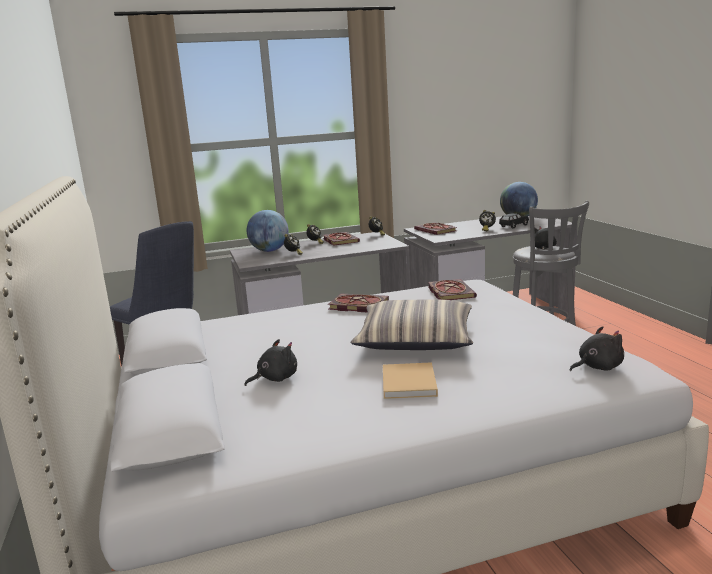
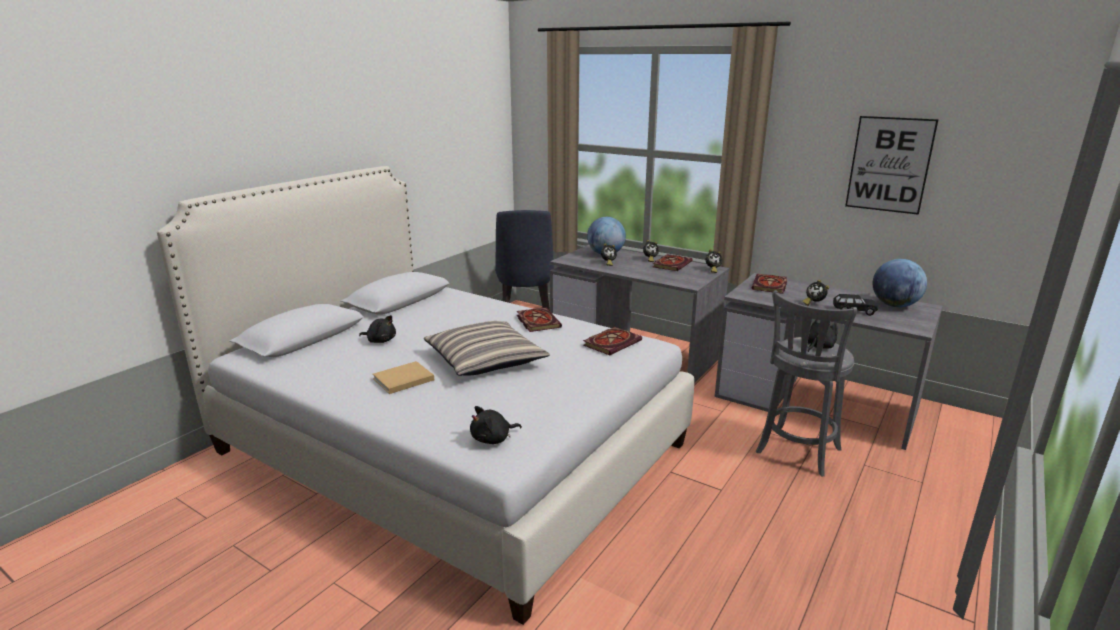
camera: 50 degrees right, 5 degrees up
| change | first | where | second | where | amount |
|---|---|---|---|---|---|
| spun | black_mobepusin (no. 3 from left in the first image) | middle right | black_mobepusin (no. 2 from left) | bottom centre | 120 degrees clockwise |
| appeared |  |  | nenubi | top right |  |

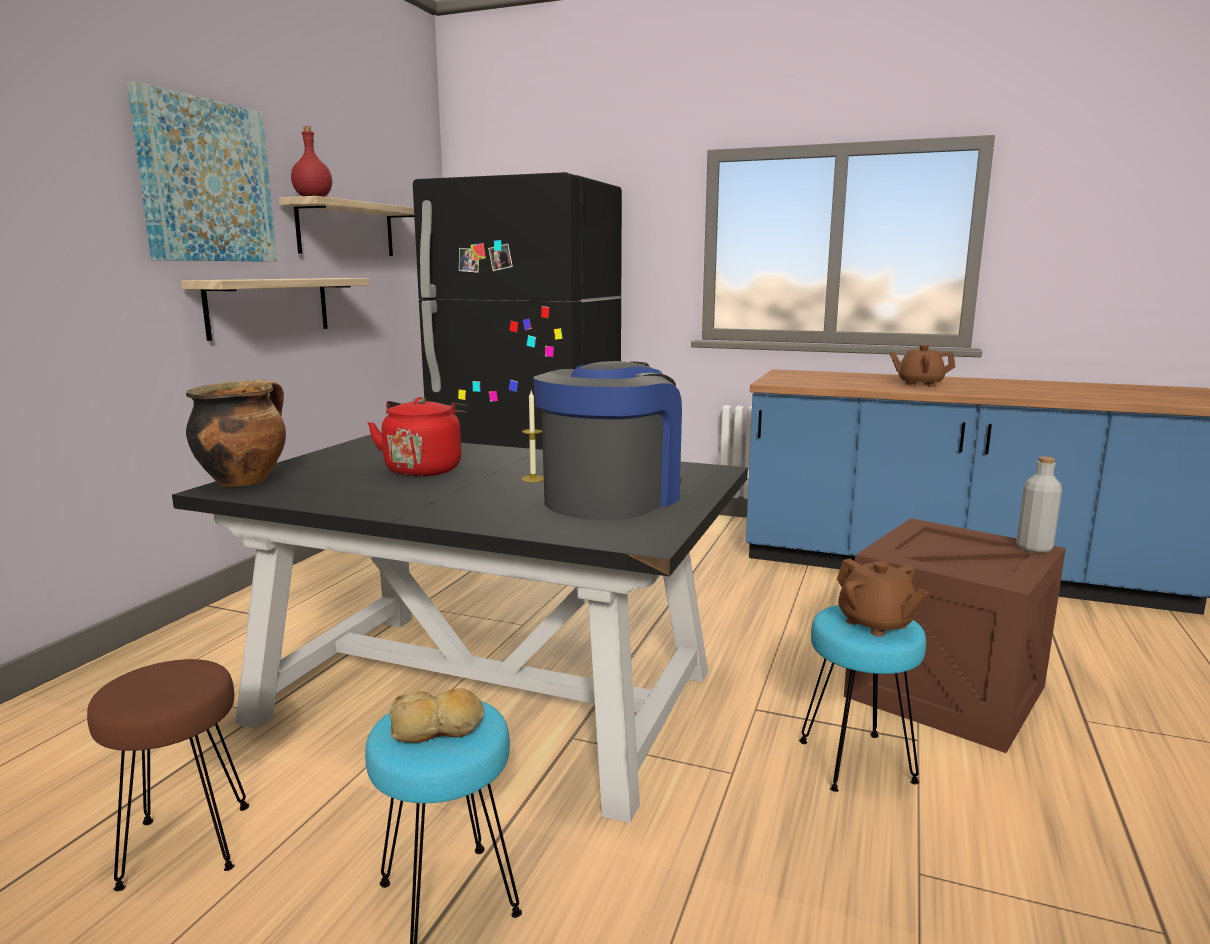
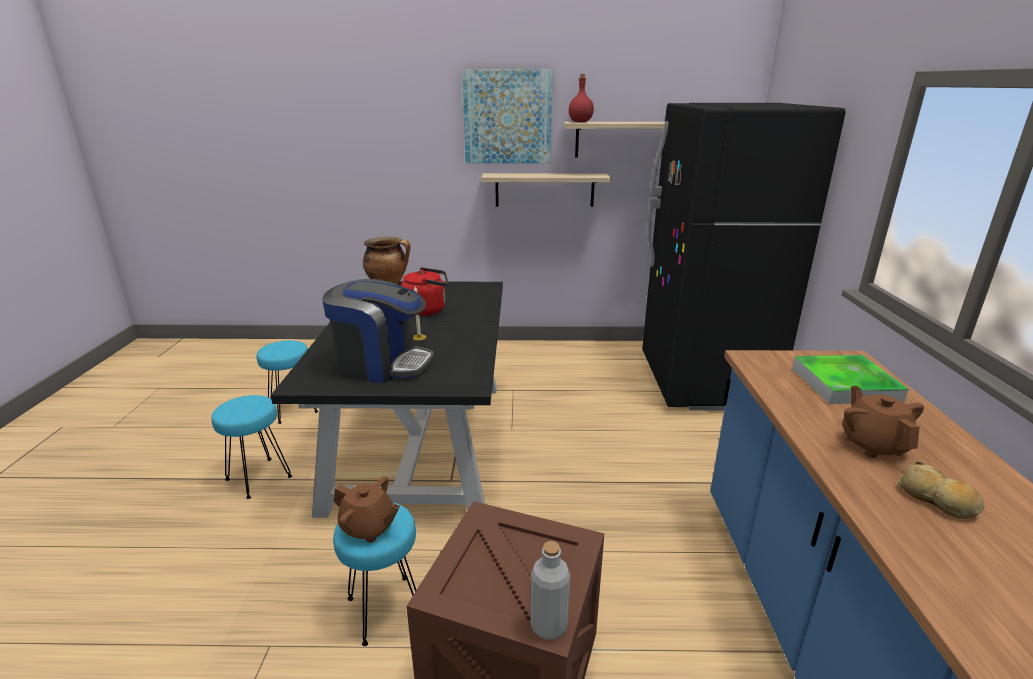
camera: 70 degrees right, 10 degrees up
| change | first | where | second | where | amount |
|---|---|---|---|---|---|
| spun | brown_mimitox (no. 1 from left) | middle right |  | bottom centre | 105 degrees counterclockwise |
| colour | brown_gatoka | bottom left | turquoise_gatoka (no. 2 from left) | middle left |  |
| relocated | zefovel | bottom centre |  | bottom right |  |
| appeared |  |  | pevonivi | middle right |  |

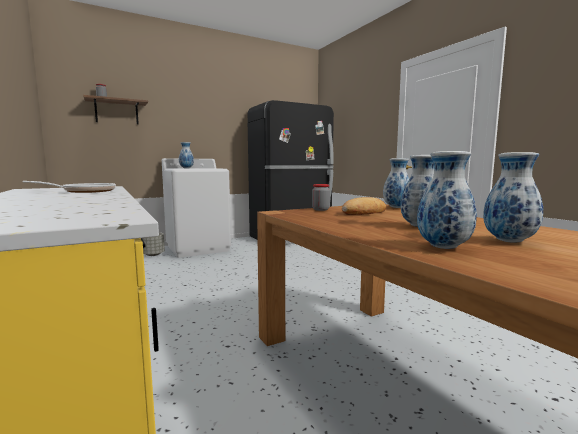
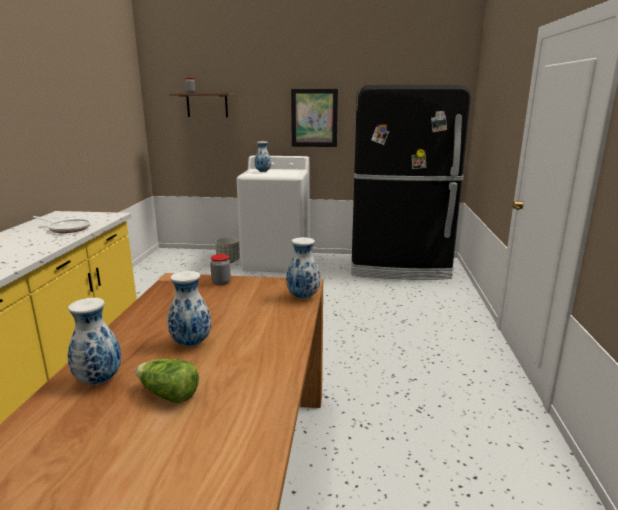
camera: 35 degrees right, 10 degrees up
| change | first | where | second | where | amount |
|---|---|---|---|---|---|
| exchanged | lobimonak (no. 5 from left) | middle right | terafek | bottom left |  |
| missing | zefovel | centre |  |  |  |
| appeared |  |  | nenubi | top centre |  |

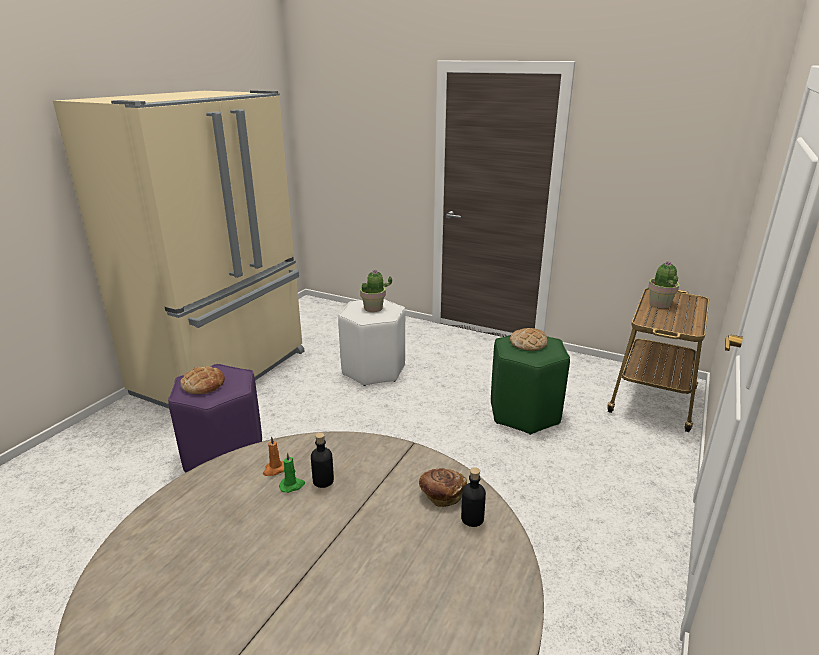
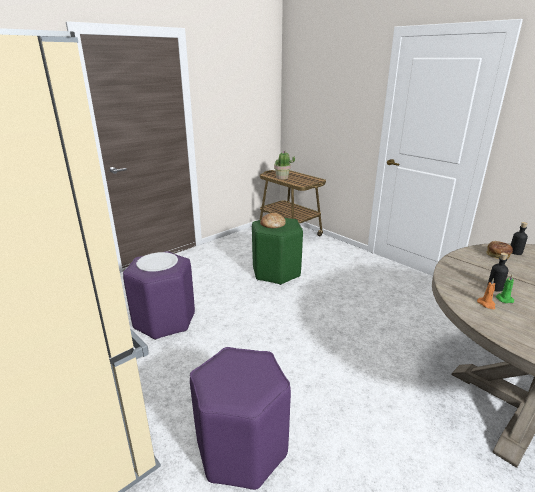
camera: 70 degrees left, 0 degrees up
| change | first | where | second | where | amount |
|---|---|---|---|---|---|
| exchanged | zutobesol (no. 1 from left) | centre | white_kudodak | middle left |  |
| colour | white_gatoka | centre | purple_gatoka (no. 1 from left) | middle left |  |
| missing | zefovel (no. 1 from left) | middle left |  |  |  |

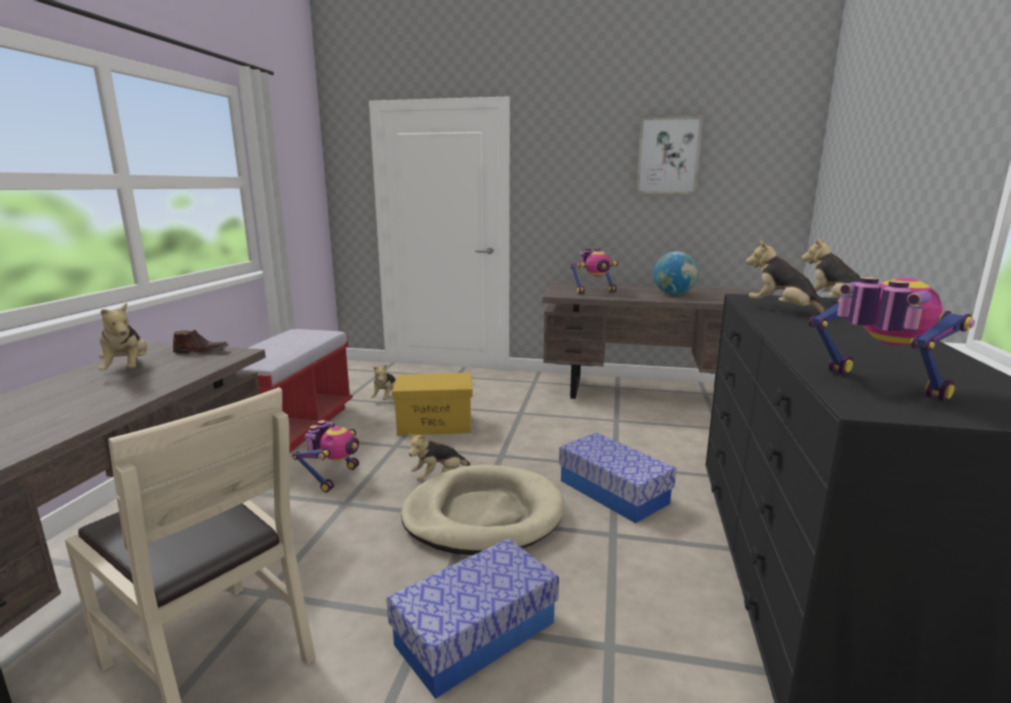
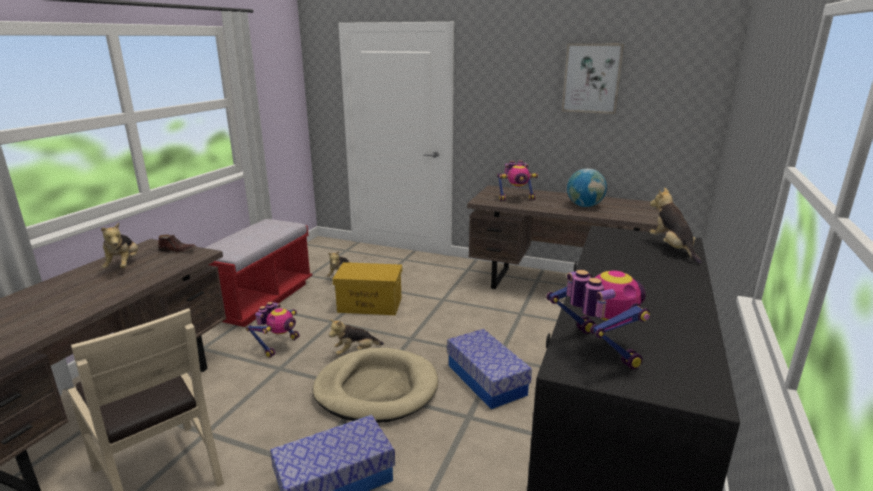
camera: 10 degrees right, 5 degrees up
| change | first | where | second | where | amount |
|---|---|---|---|---|---|
| missing | mobepusin (no. 4 from left) | middle right |  |  |  |

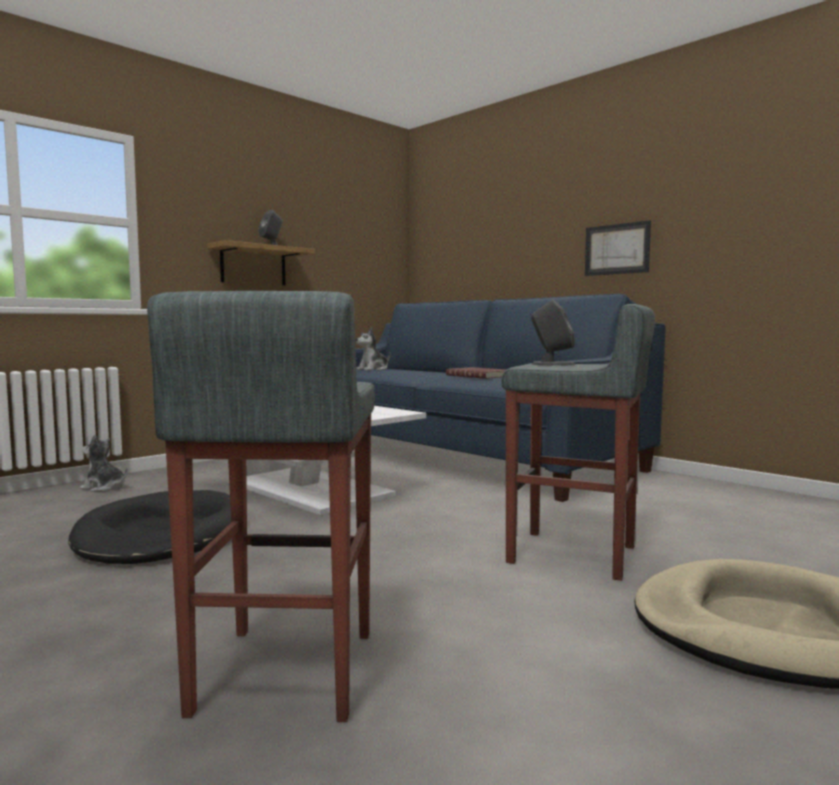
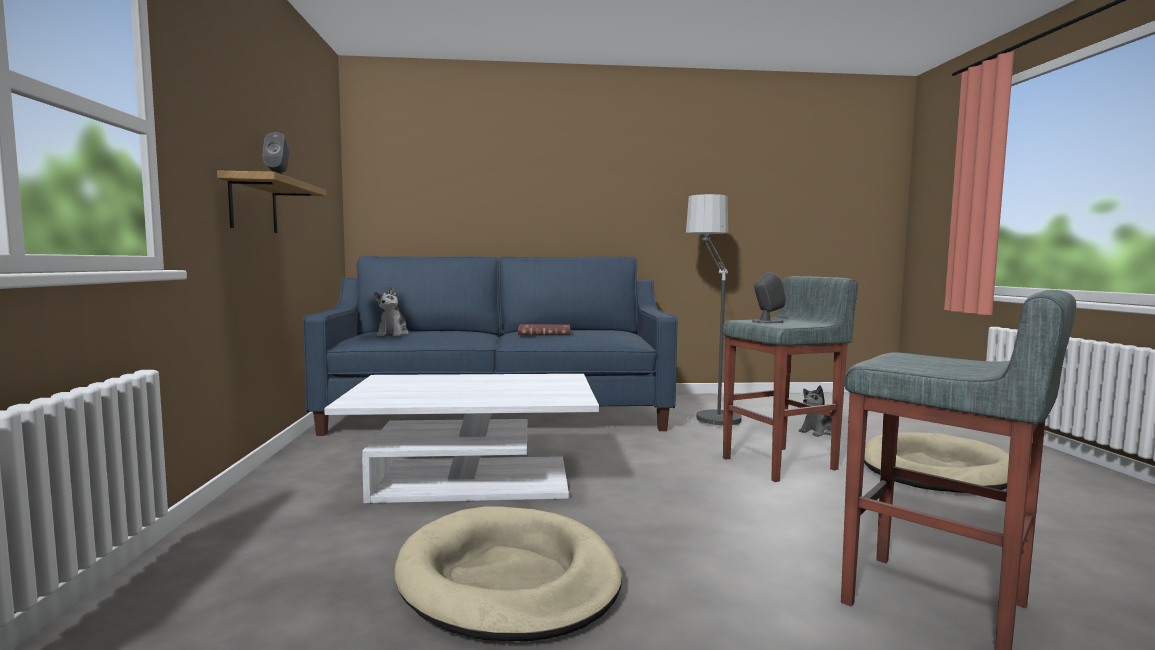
camera: 50 degrees left, 0 degrees up
| change | first | where | second | where | amount |
|---|---|---|---|---|---|
| missing | nenubi | top right |  |  |  |
| relocated | mobepusin (no. 1 from left in the first image) | middle left | mobepusin (no. 2 from left) | middle right |  |
| colour | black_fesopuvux | bottom left | beige_fesopuvux (no. 1 from left) | bottom centre |  |
| appeared |  |  | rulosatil | centre |  |

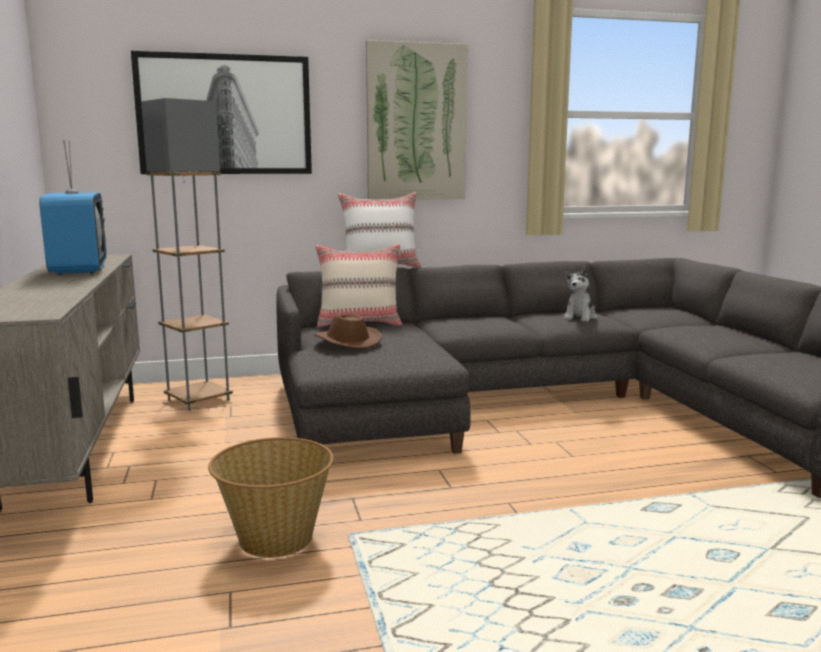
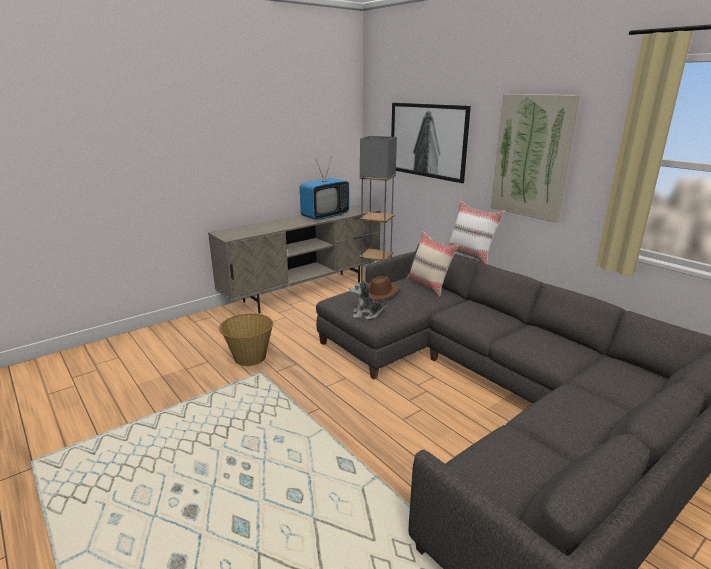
camera: 65 degrees right, 10 degrees up
| change | first | where | second | where | amount |
|---|---|---|---|---|---|
| relocated | mobepusin | middle right |  | centre |  |

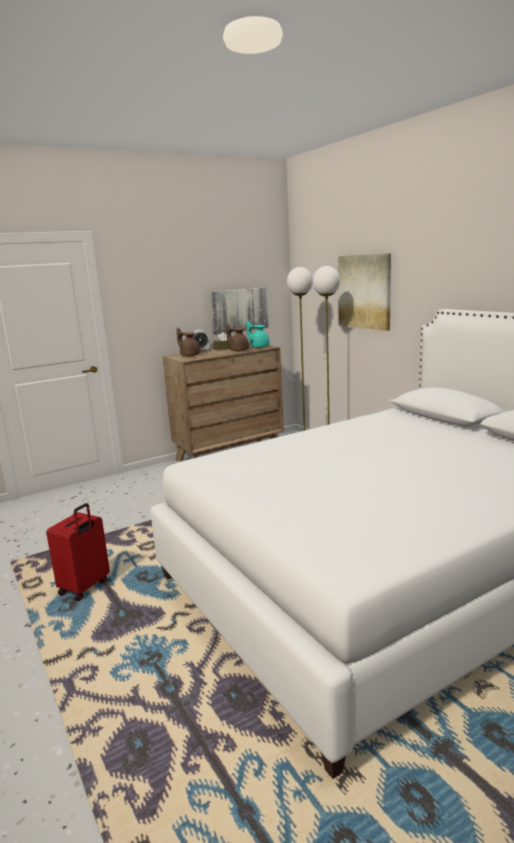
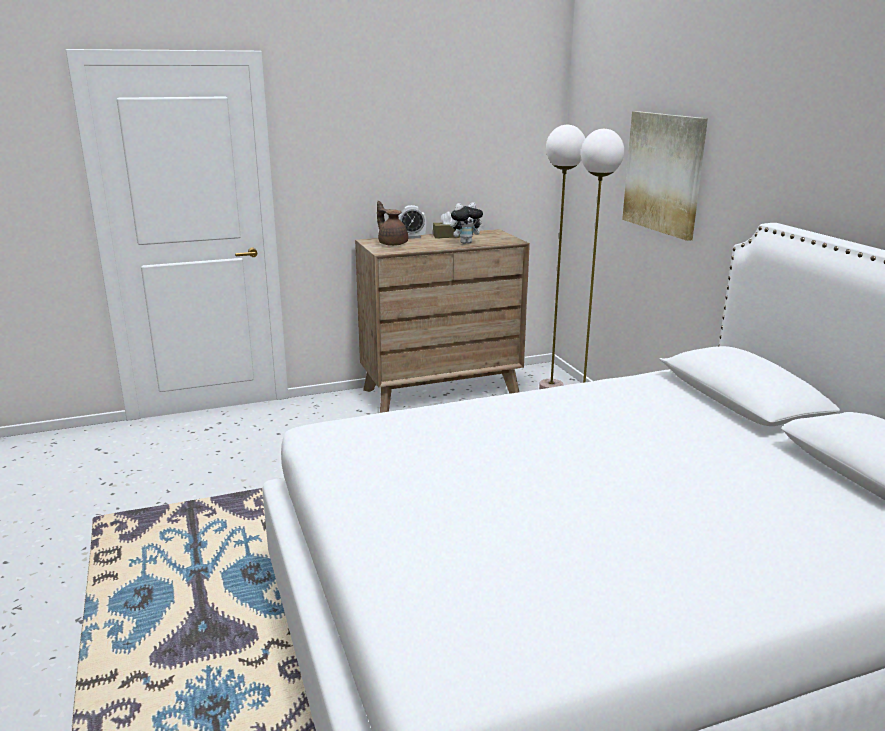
camera: 10 degrees right, 5 degrees up
| change | first | where | second | where | amount |
|---|---|---|---|---|---|
| missing | nenubi (no. 1 from left) | centre |  |  |  |
| missing | turquoise_mimitox | centre |  |  |  |
| exchanged | brown_mimitox (no. 2 from left) | centre | mobepusin | top centre |  |
| missing | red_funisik | middle left |  |  |  |

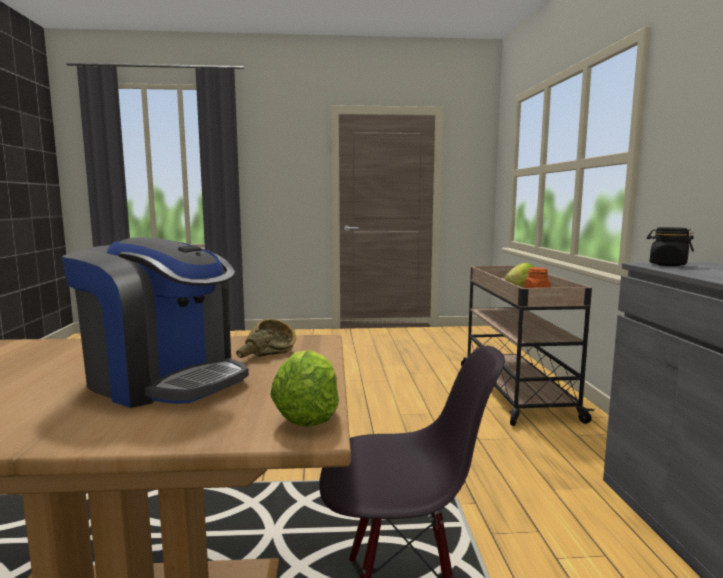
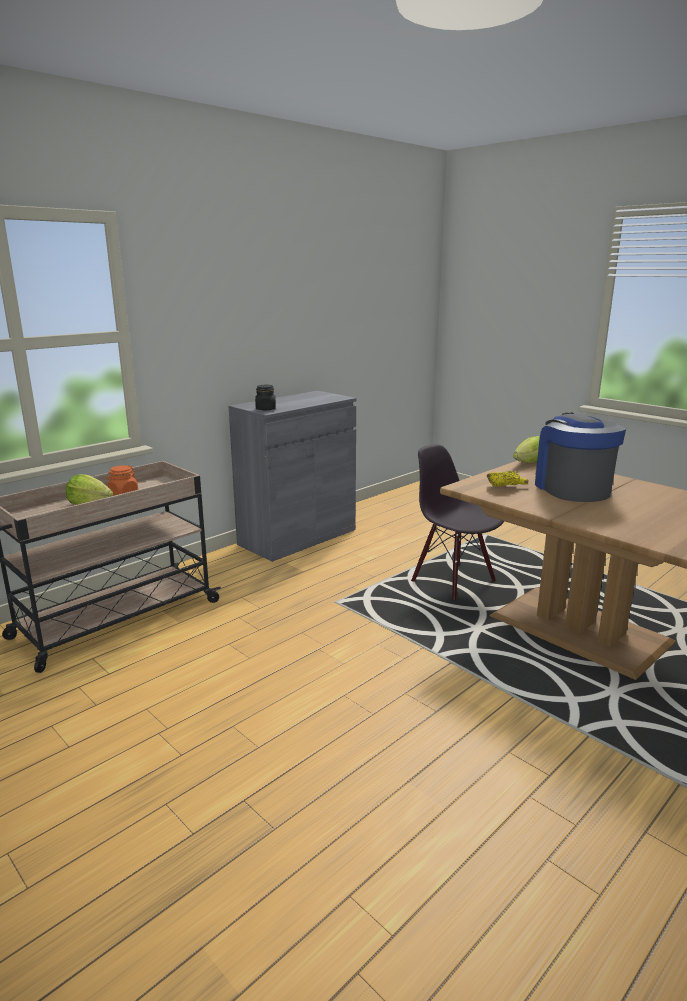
camera: 130 degrees left, 10 degrees up
| change | first | where | second | where | amount |
|---|---|---|---|---|---|
| colour | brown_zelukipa | centre | yellow_zelukipa | middle right |  |

